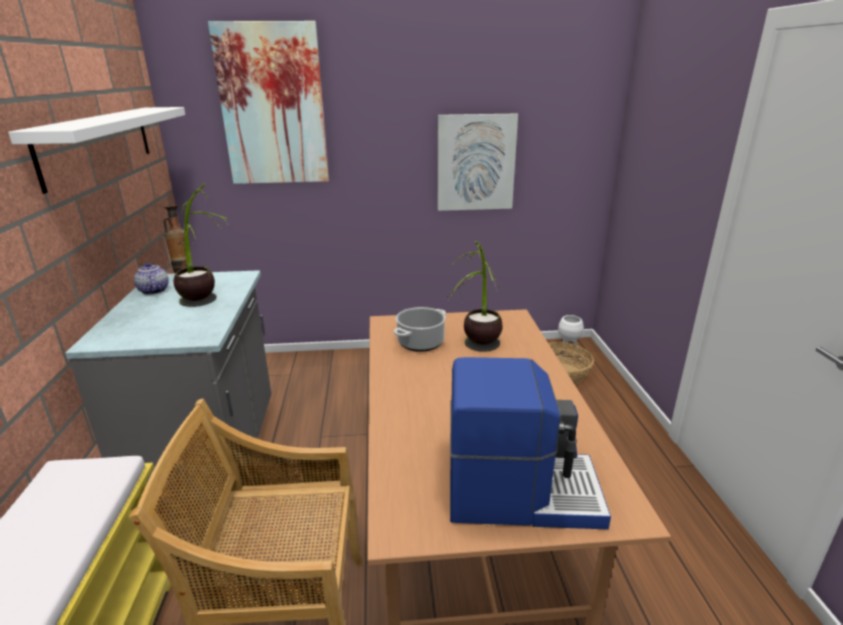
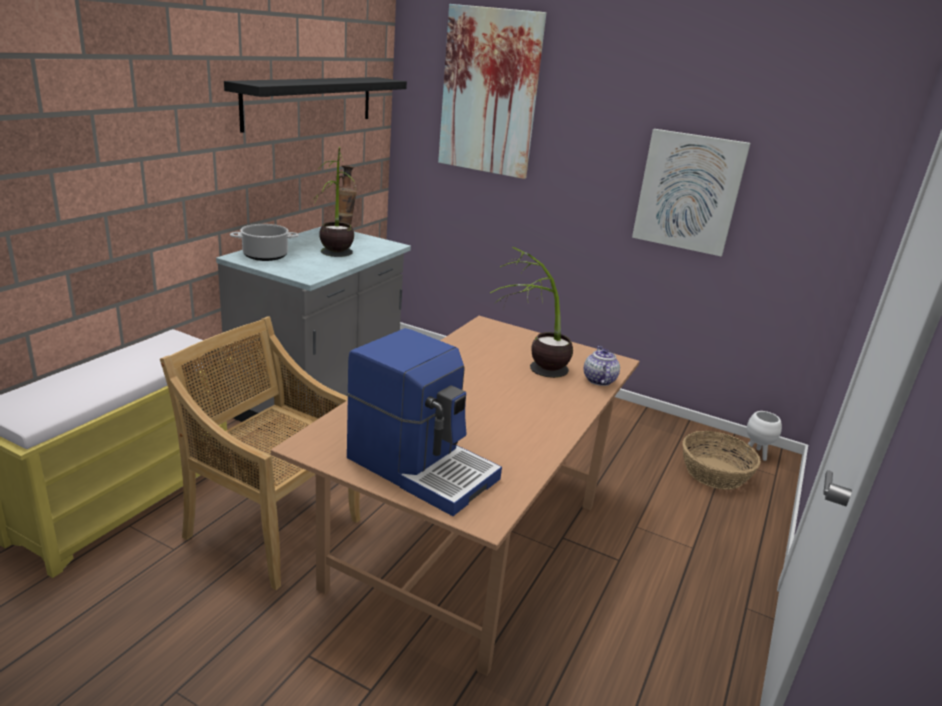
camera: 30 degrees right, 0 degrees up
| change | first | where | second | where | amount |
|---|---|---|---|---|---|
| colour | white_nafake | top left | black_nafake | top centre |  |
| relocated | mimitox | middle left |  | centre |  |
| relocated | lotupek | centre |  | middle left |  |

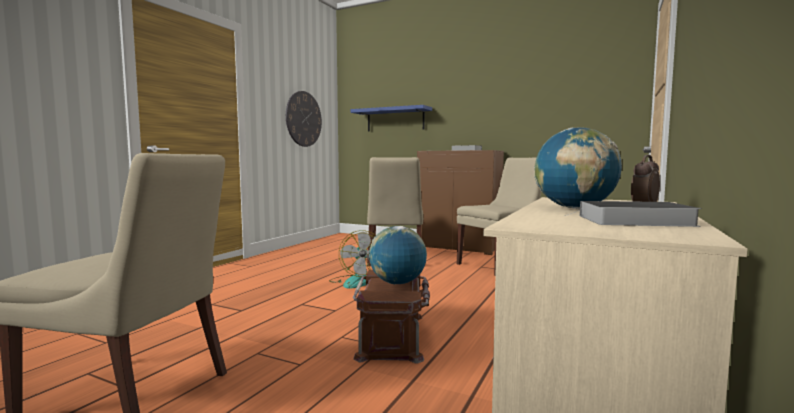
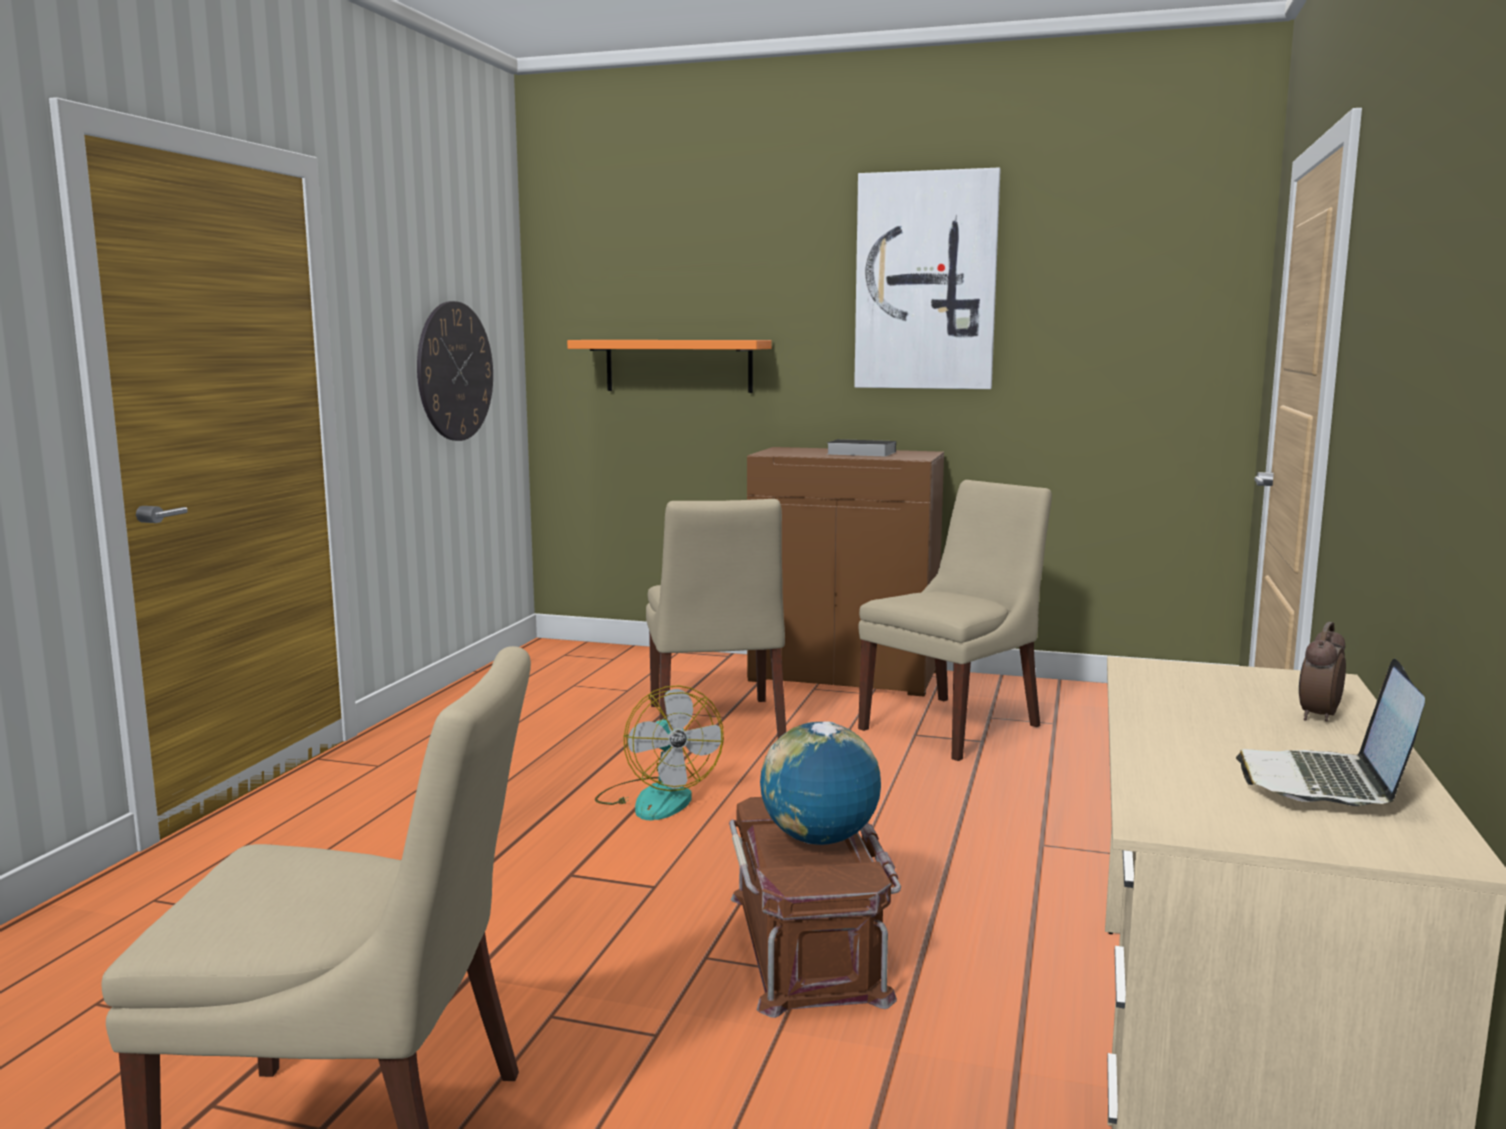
camera: 10 degrees left, 5 degrees up
| change | first | where | second | where | amount |
|---|---|---|---|---|---|
| colour | blue_nafake | top centre | orange_nafake | top centre |  |
| missing | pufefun (no. 2 from left) | middle right |  |  |  |
| exchanged | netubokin (no. 2 from left) | middle right | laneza | middle right |  |
| appeared |  |  | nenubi | top centre |  |

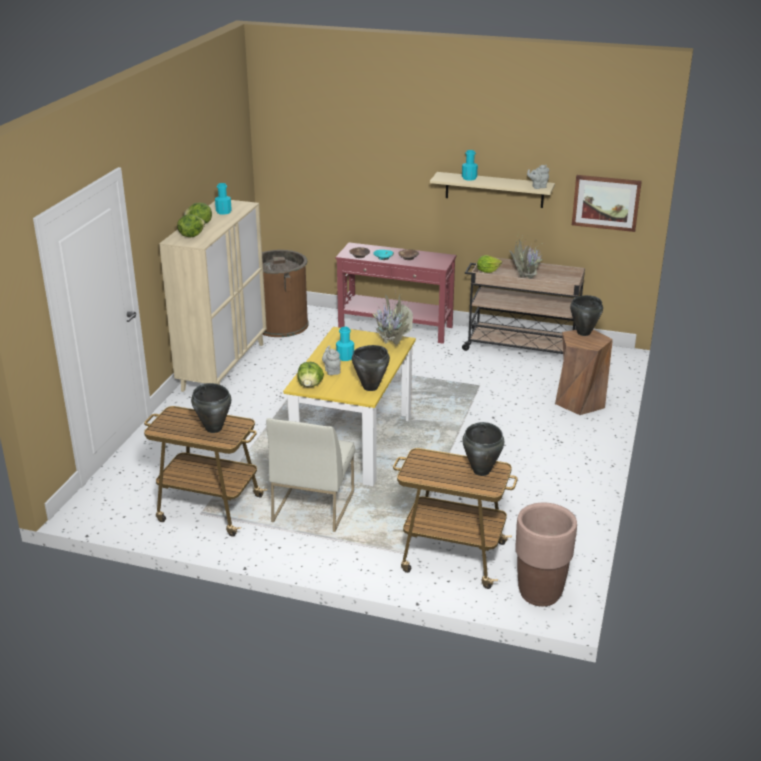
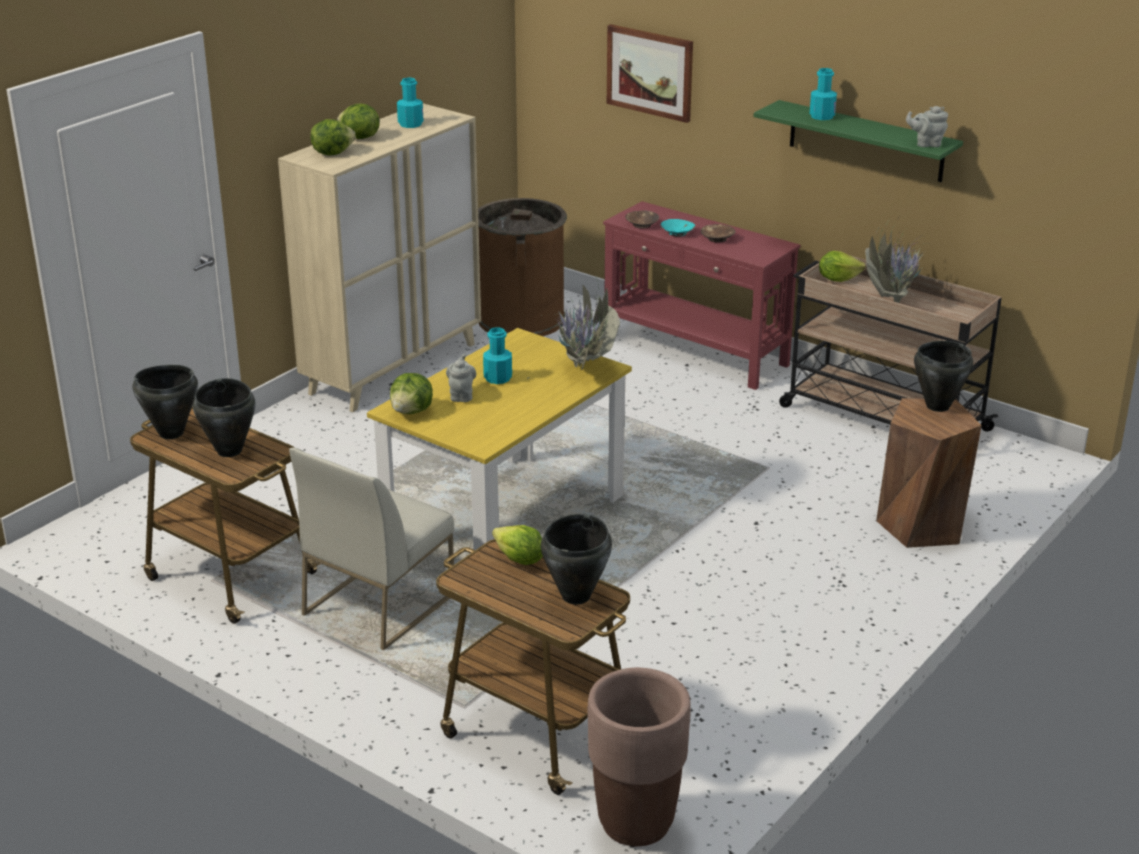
camera: 20 degrees right, 0 degrees up
| change | first | where | second | where | amount |
|---|---|---|---|---|---|
| colour | beige_nafake | top centre | green_nafake | top right |  |
| relocated | nenubi | top right |  | top centre |  |
| relocated | black_lotupek (no. 2 from left in the first image) | centre | black_lotupek (no. 1 from left) | middle left |  |
| appeared |  |  | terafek (no. 4 from left) | centre |  |

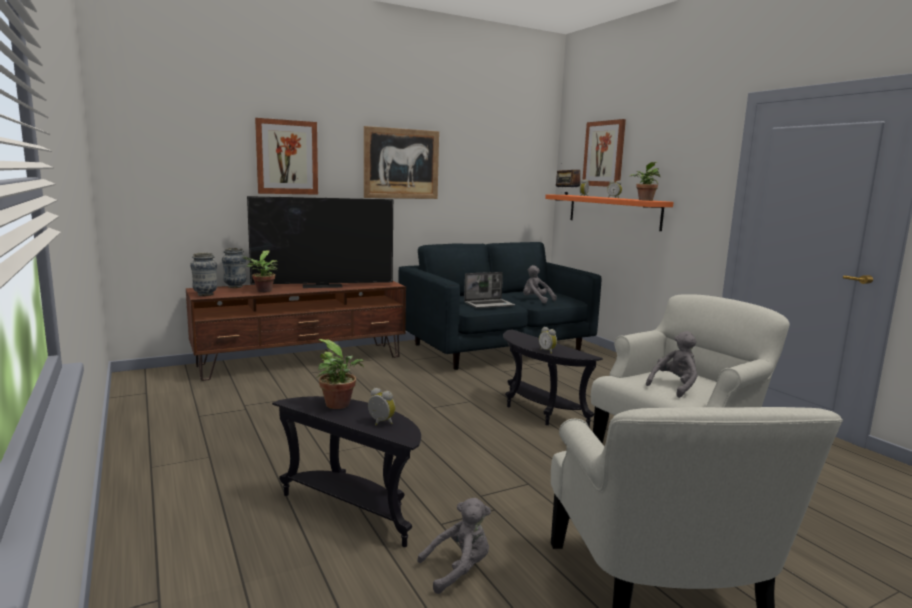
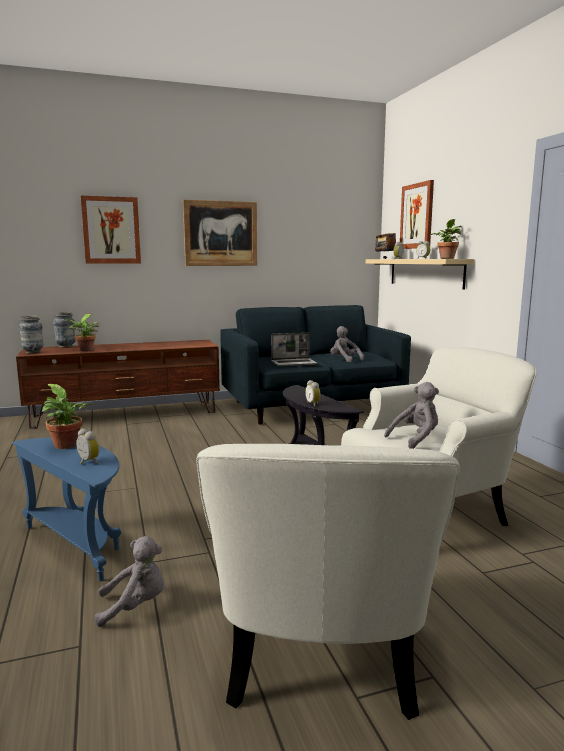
camera: 10 degrees right, 0 degrees up
| change | first | where | second | where | amount |
|---|---|---|---|---|---|
| colour | orange_nafake | middle right | beige_nafake | middle right |  |
| missing | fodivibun | centre |  |  |  |
| colour | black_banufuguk (no. 1 from left) | bottom centre | blue_banufuguk | bottom left |  |

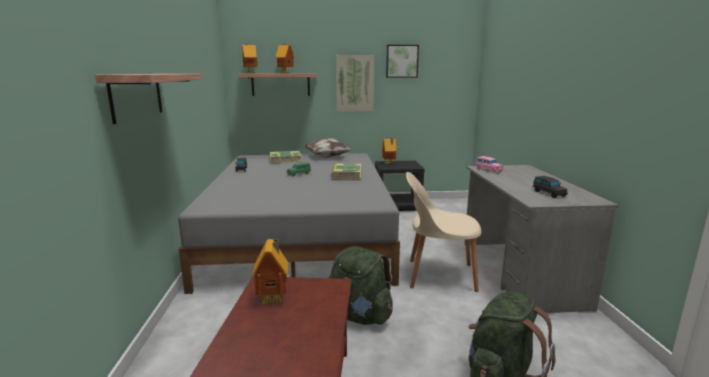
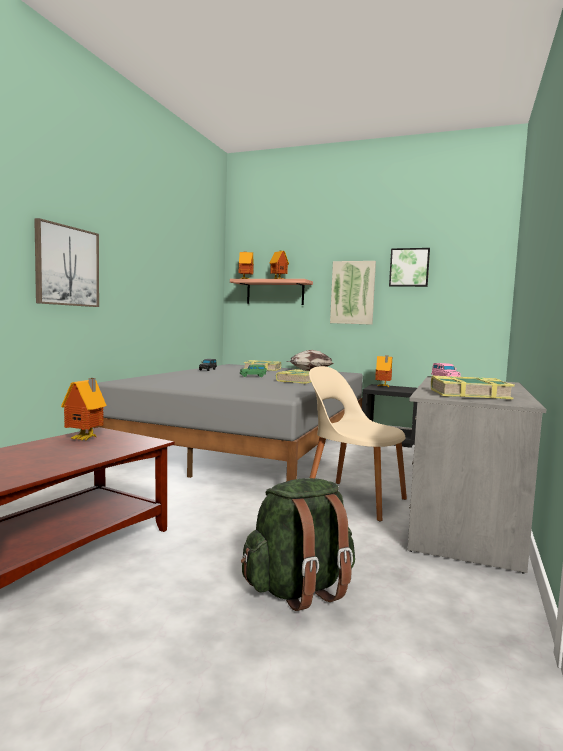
camera: 25 degrees right, 10 degrees down
| change | first | where | second | where | amount |
|---|---|---|---|---|---|
| exchanged | nafake (no. 1 from left) | top left | nenubi (no. 1 from left) | middle left |  |
| exchanged | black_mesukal (no. 2 from left) | middle right | netubokin (no. 3 from left) | middle right |  |
| missing | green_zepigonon (no. 1 from left) | bottom centre |  |  |  |

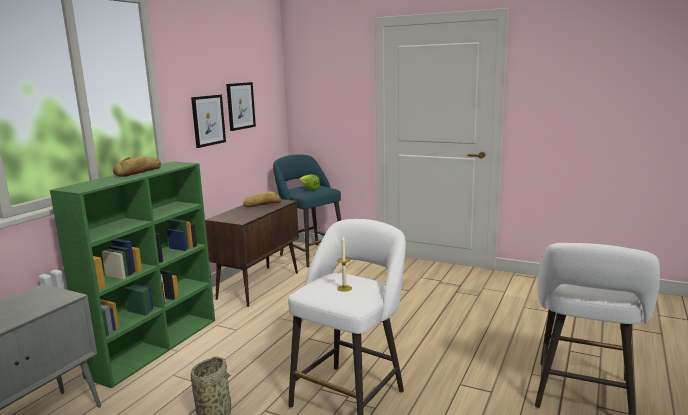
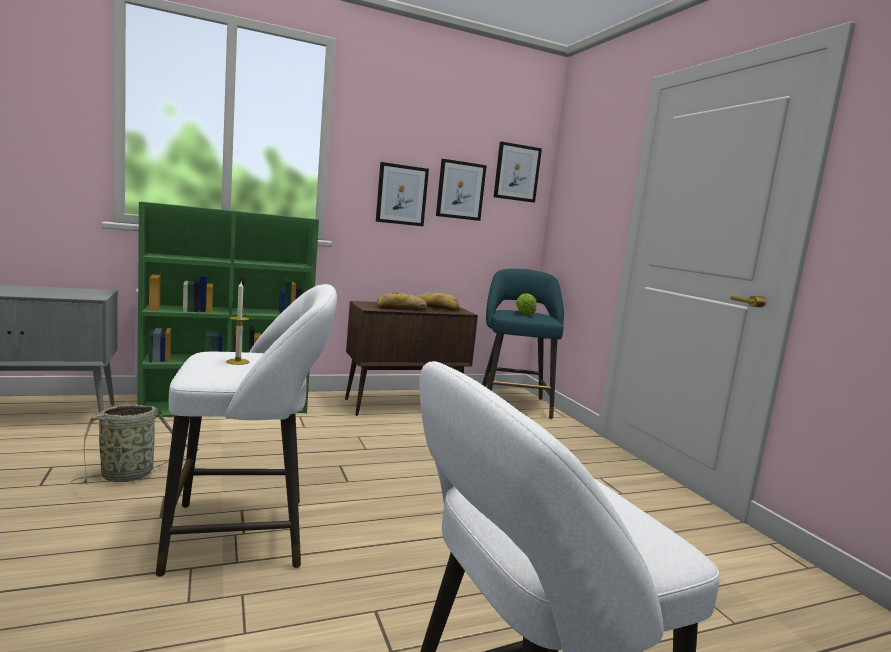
camera: 40 degrees right, 5 degrees down
| change | first | where | second | where | amount |
|---|---|---|---|---|---|
| relocated | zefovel (no. 1 from left) | middle left |  | centre |  |
| appeared |  |  | nenubi (no. 3 from left) | top centre |  |

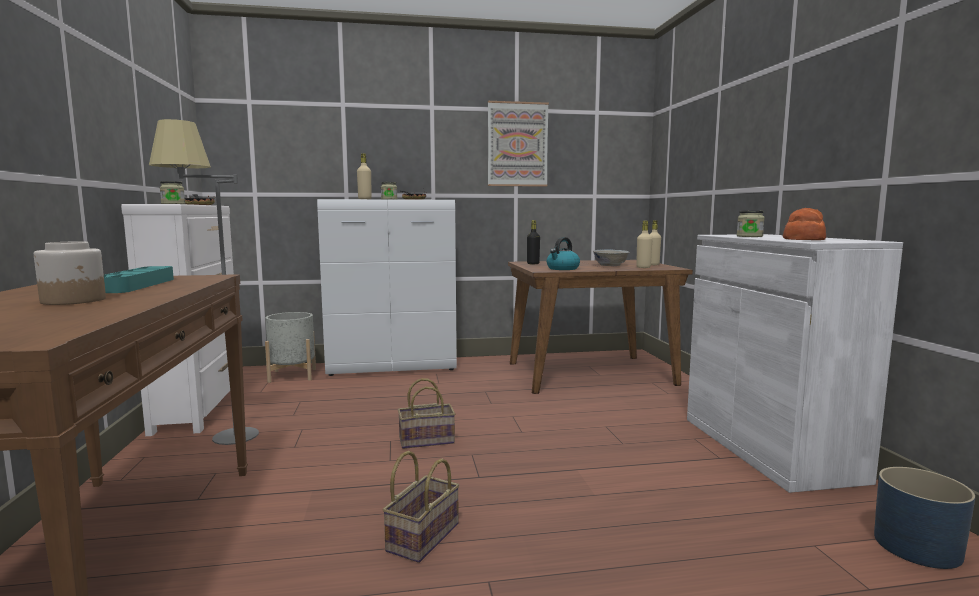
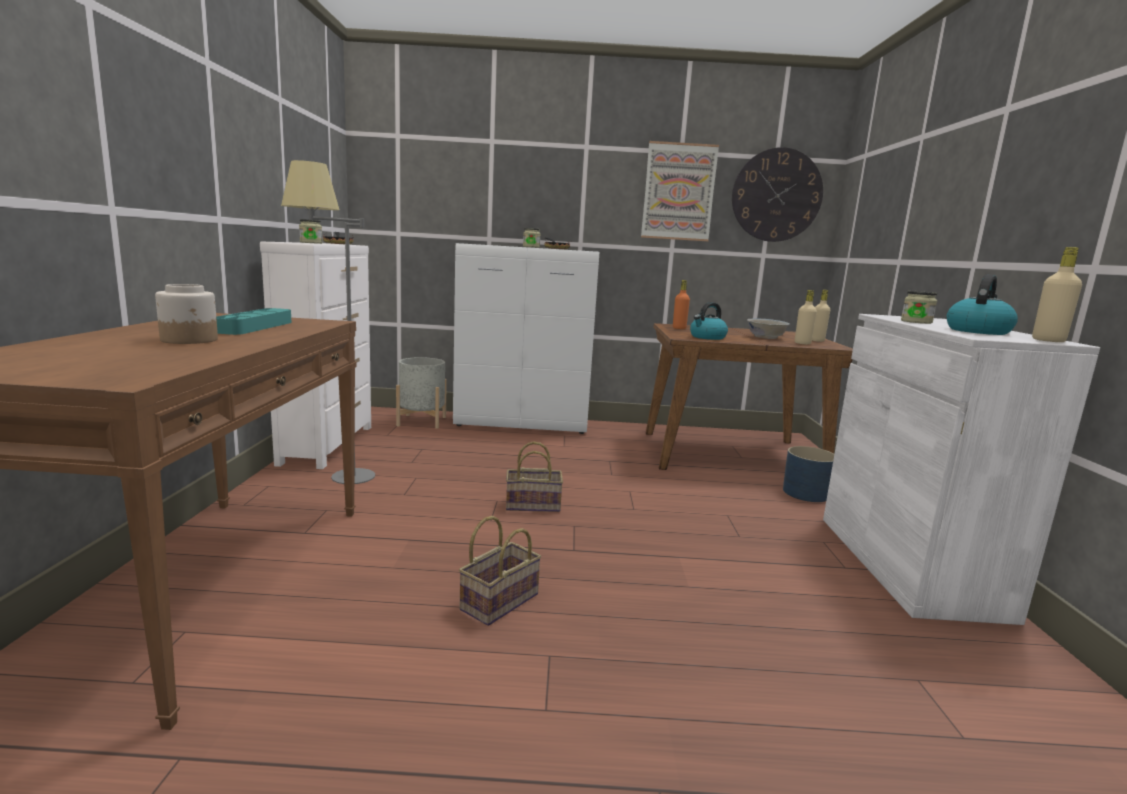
camera: 10 degrees right, 5 degrees up
| change | first | where | second | where | amount |
|---|---|---|---|---|---|
| relocated | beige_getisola (no. 1 from left in the first image) | top centre | beige_getisola (no. 3 from left) | middle right |  |
| exchanged | zefovel | middle right | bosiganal (no. 2 from left) | middle right |  |
| colour | black_getisola | centre | orange_getisola | centre |  |
| relocated | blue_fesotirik | bottom right |  | middle right |  |
| appeared |  |  | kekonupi | top right |  |

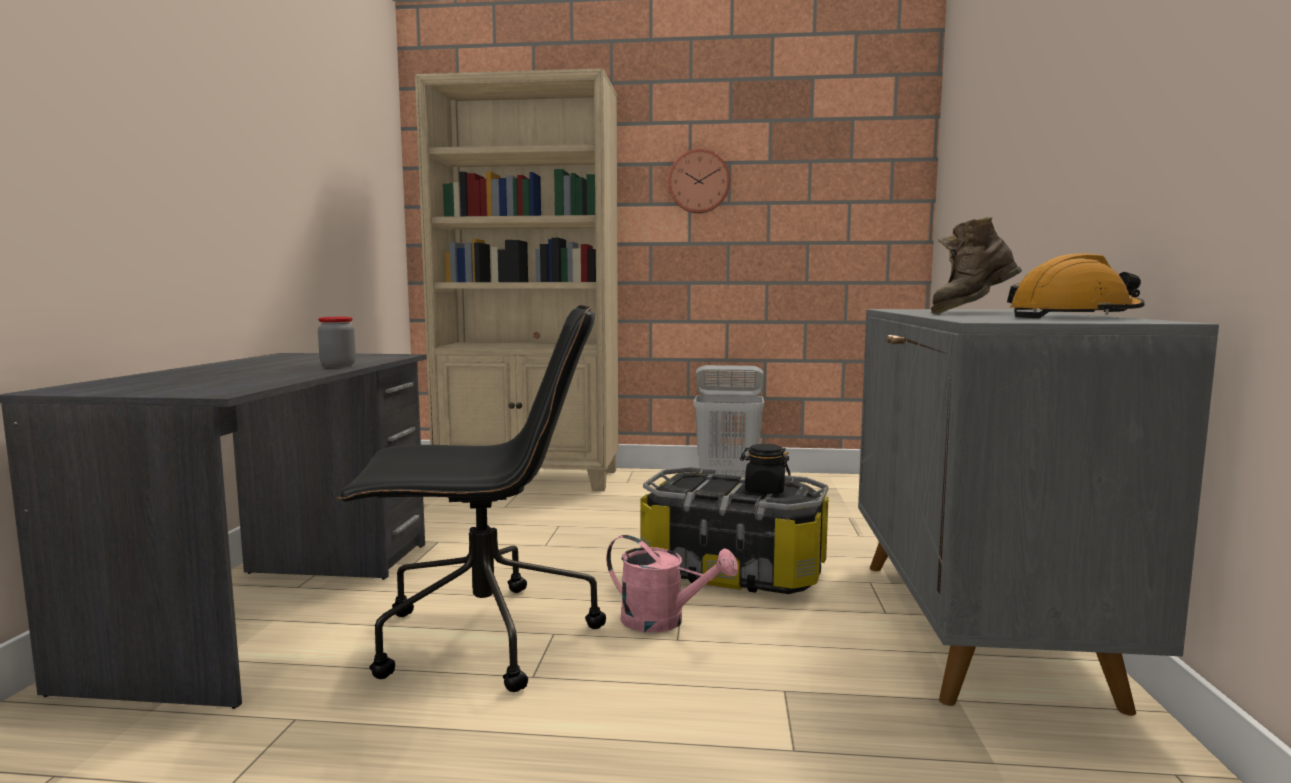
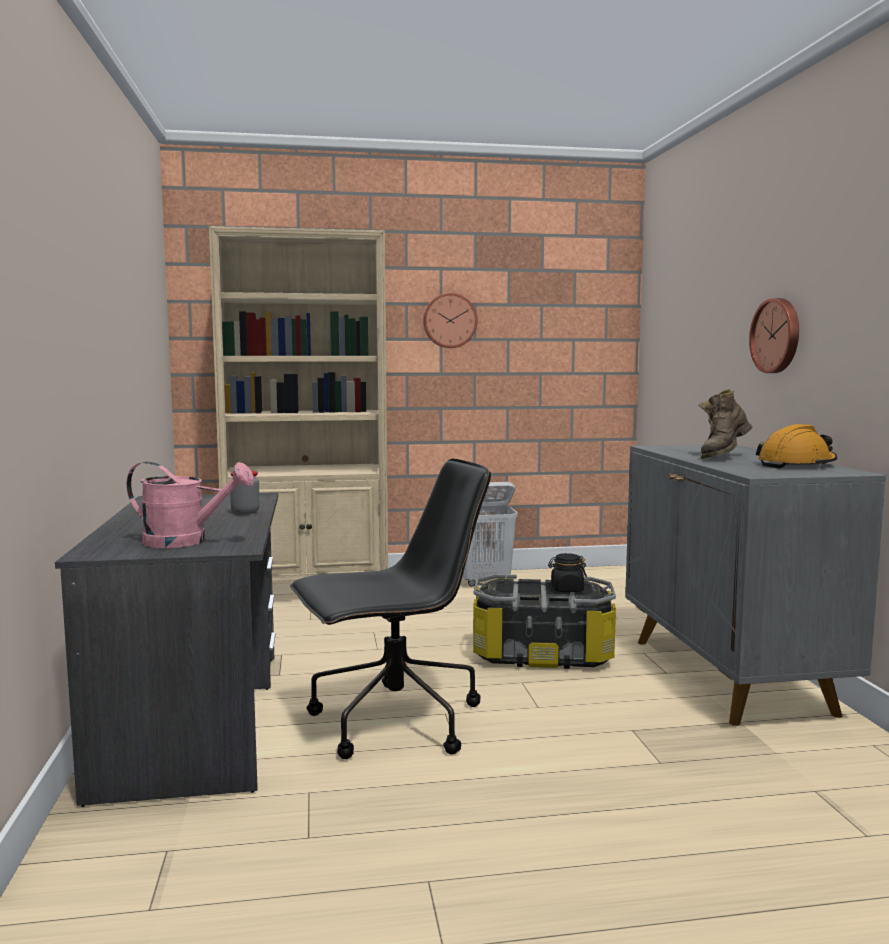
camera: 15 degrees left, 0 degrees up
| change | first | where | second | where | amount |
|---|---|---|---|---|---|
| relocated | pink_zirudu | bottom centre |  | middle left |  |
| appeared |  |  | kekonupi (no. 2 from left) | middle right |  |

